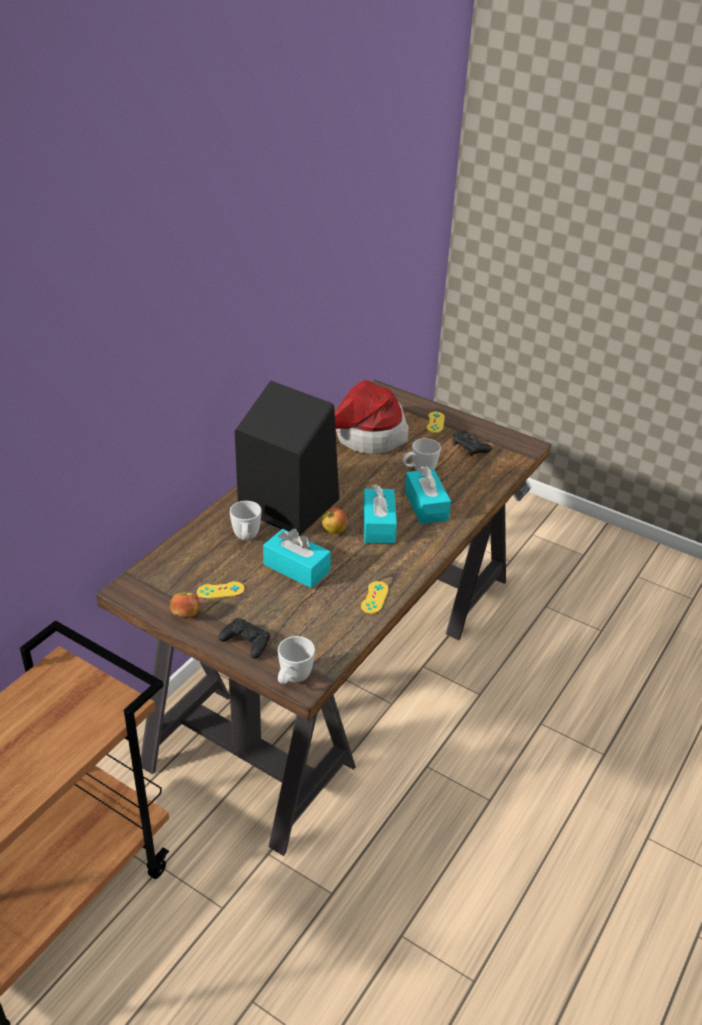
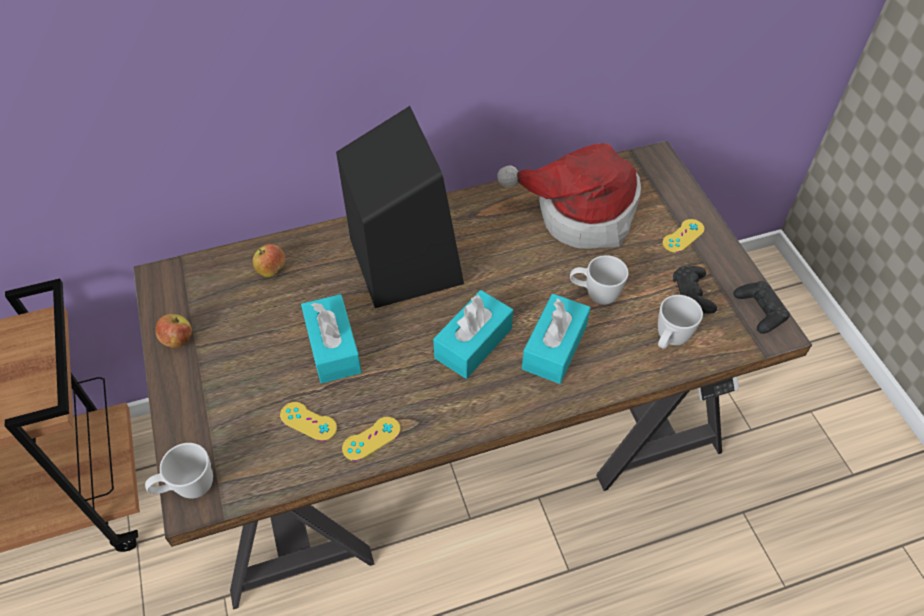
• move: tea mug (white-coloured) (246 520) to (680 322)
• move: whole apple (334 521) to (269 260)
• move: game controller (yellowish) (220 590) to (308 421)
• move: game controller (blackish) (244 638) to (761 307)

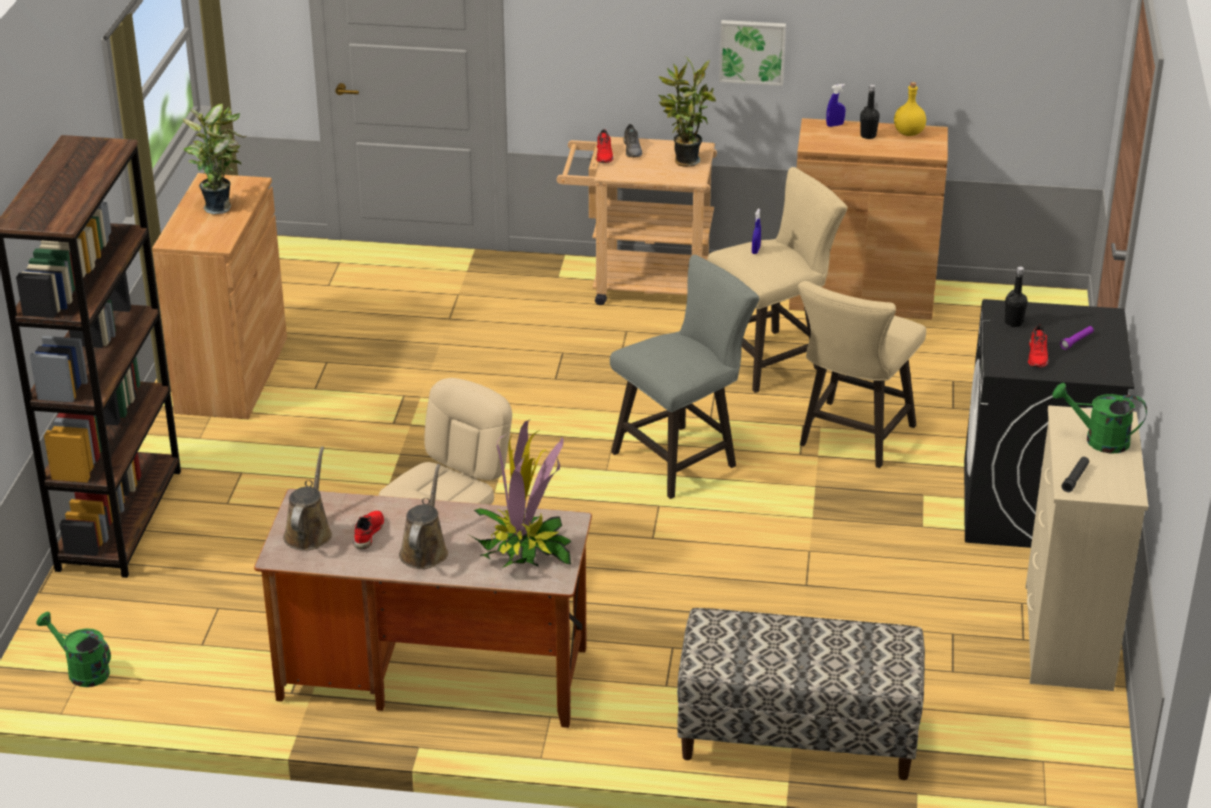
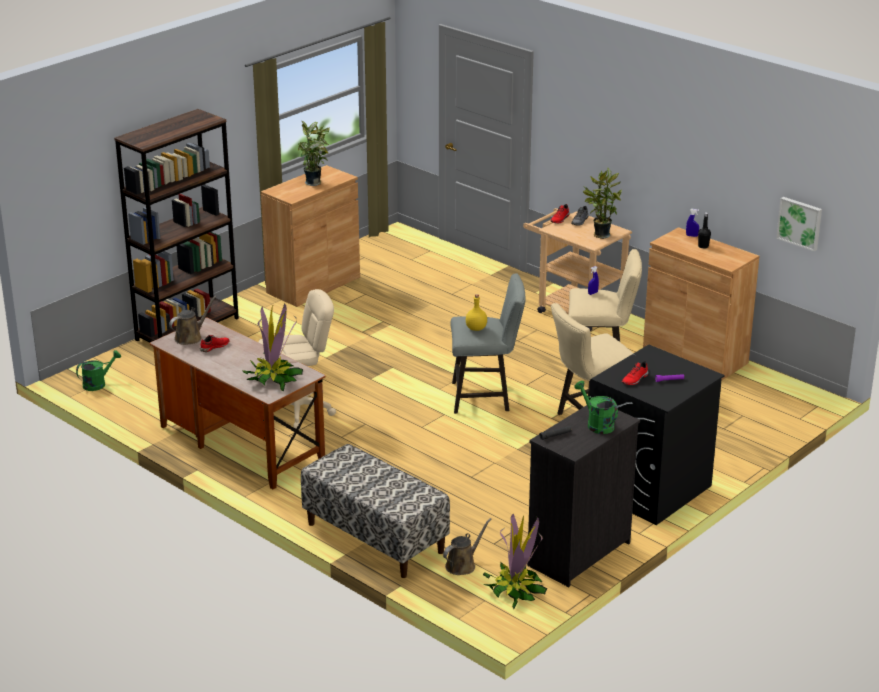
• move: wall picture (752 53) to (799 224)
• move: drink bottle (yellowish) (910 109) to (476 312)
• delete: drink bottle (blackish) (1016 297)
• recolor: chest of drawers (sand-coloured) (1087 548) to chest of drawers (blackish) (583 496)
• move: watering pot (brownish) (423 516) to (467 546)
• rotate: watering pot (green-coloured) (73 649) = (98 370) 75 degrees clockwise
• insert: plant in a pot (515 561)

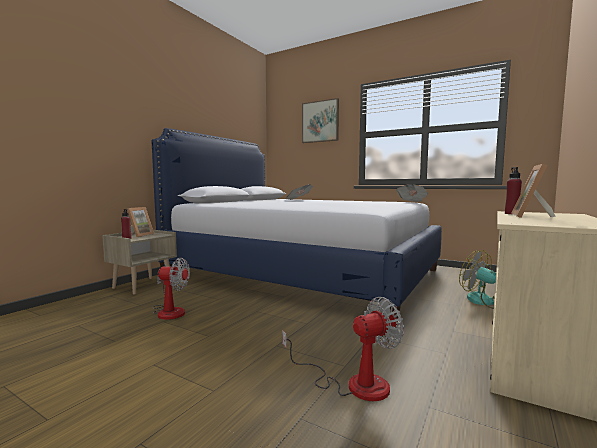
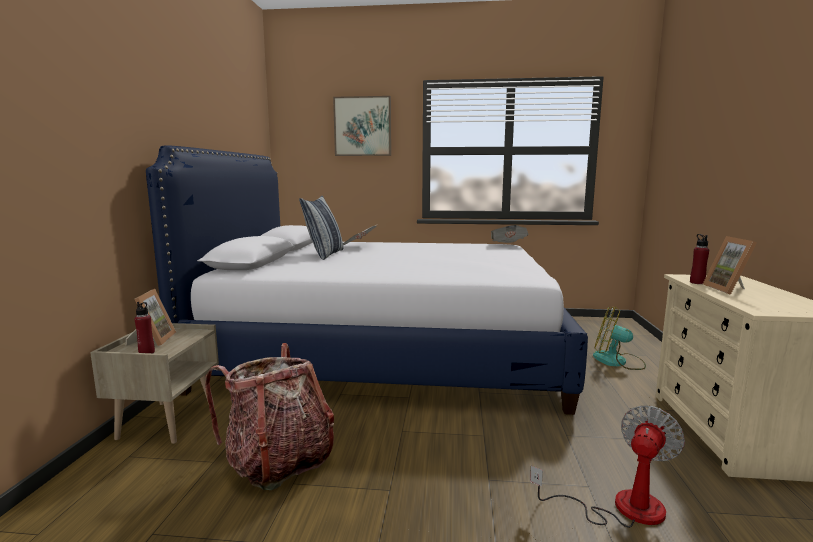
• replace: fan (171 289) to rucksack (269 416)
• insert: cushion (321 228)

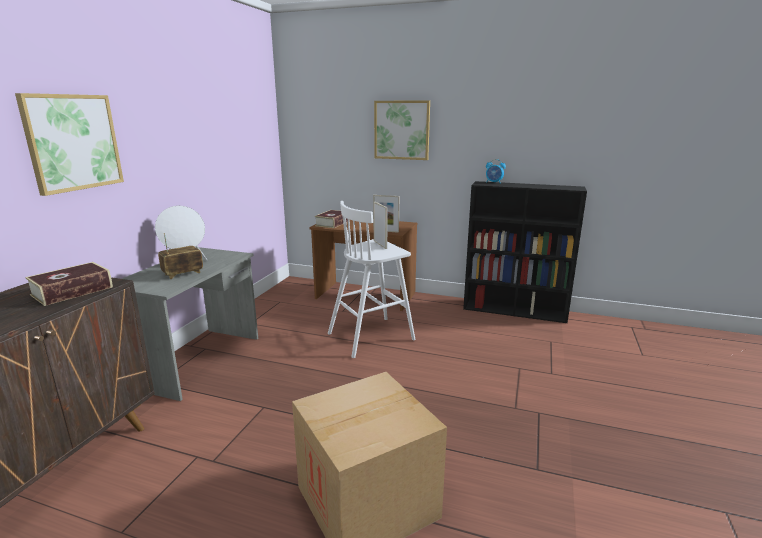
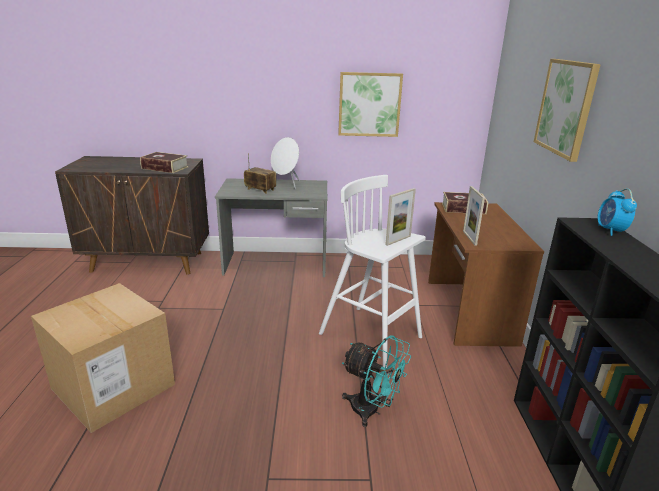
• move: wall picture (69 144) to (370 104)
• insert: fan (turquoise-coloured) (376 381)

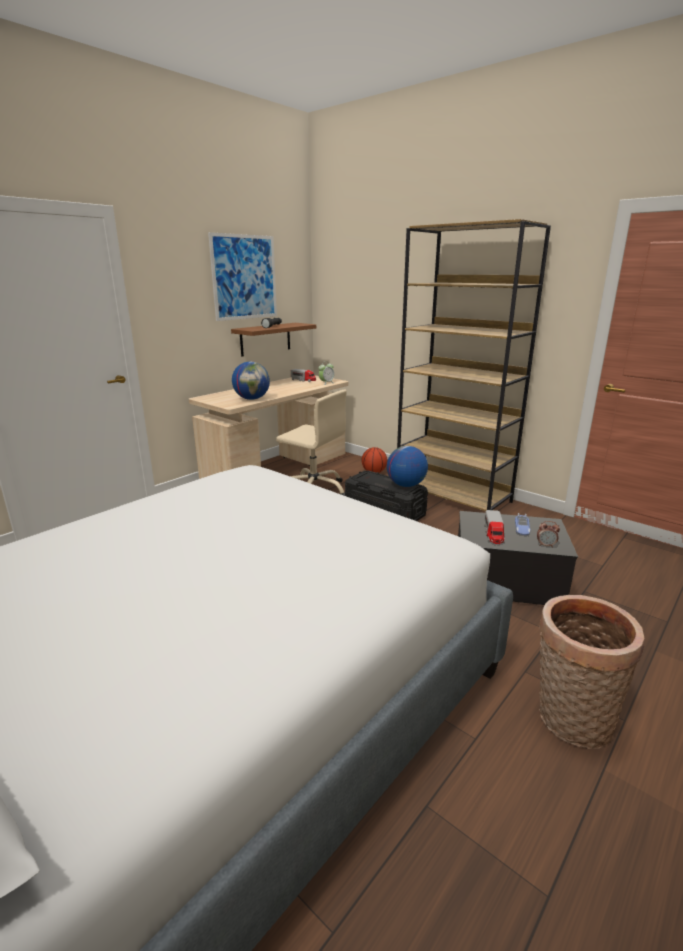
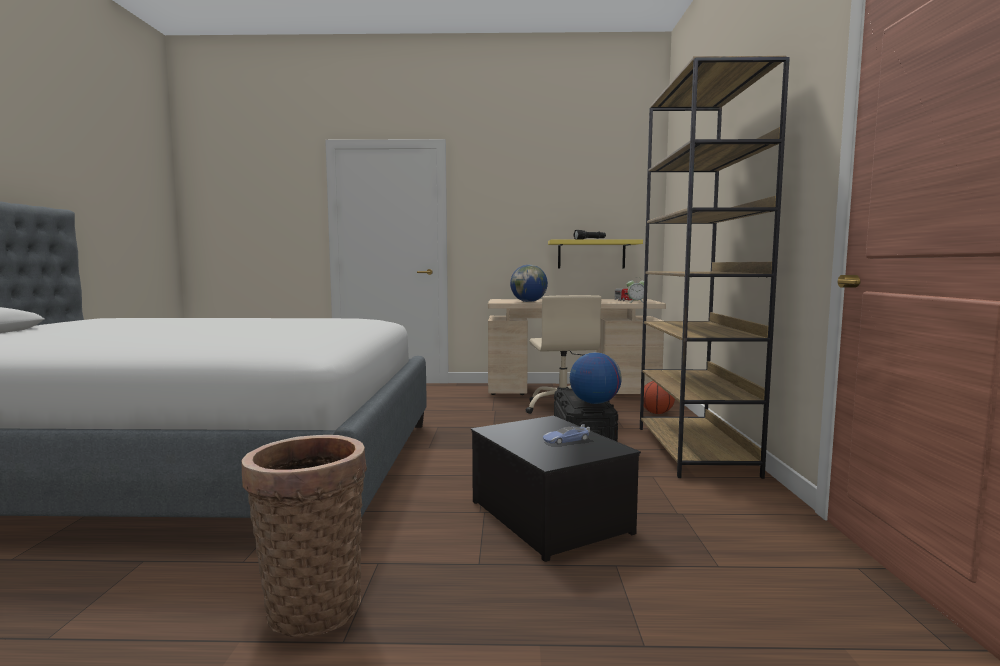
• delete: wall picture (242 276)
• recolor: bracket shelf (brownish) (273 339) to bracket shelf (yellowish) (595 254)
• delete: model truck (494 527)
• delete: table clock (548 534)

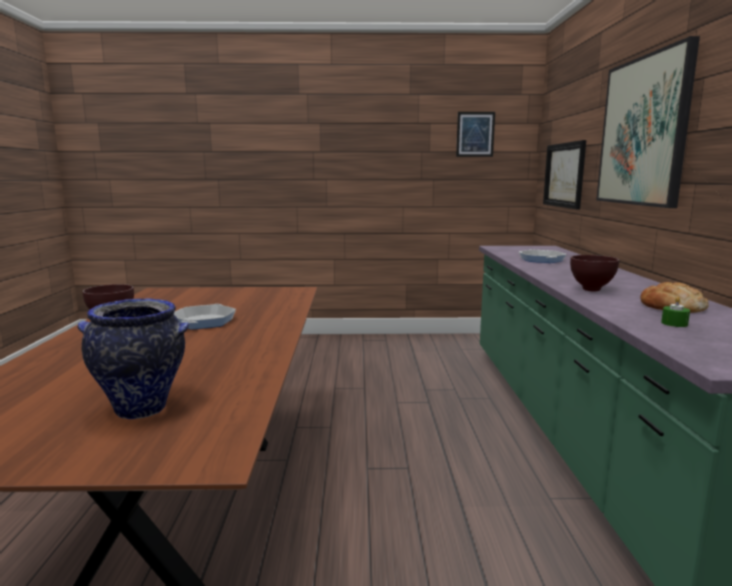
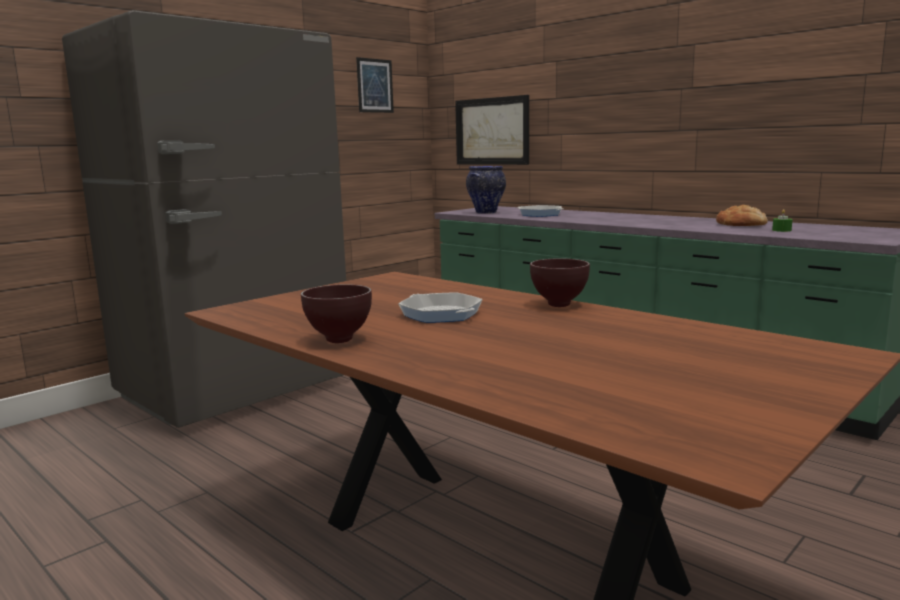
• delete: wall picture (648 122)
• move: serving bowl (brownish) (594 273) to (560 282)
• move: decorative vase (133 358) to (486 190)
• insert: refrigerator (gray) (204 219)

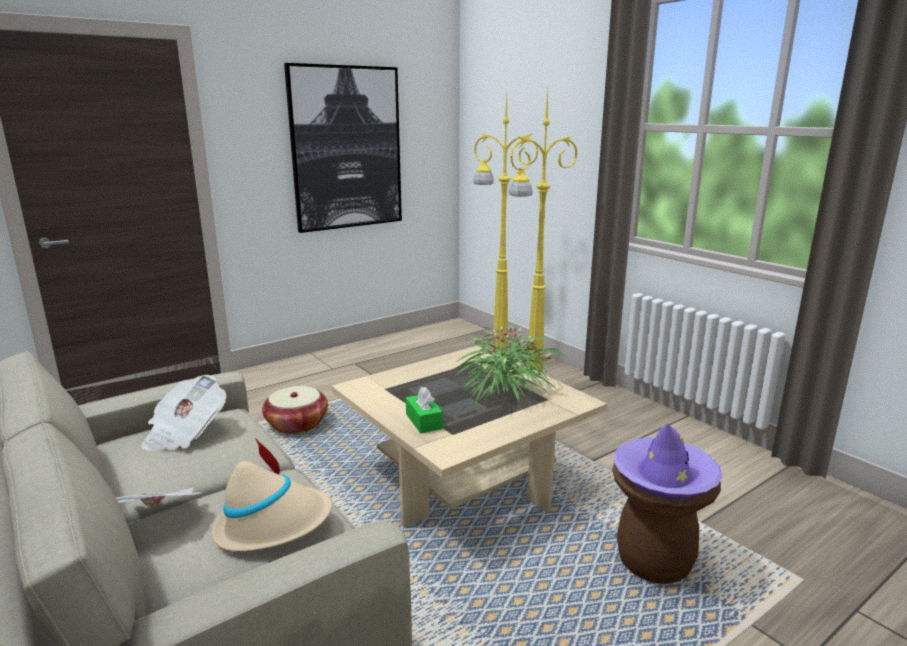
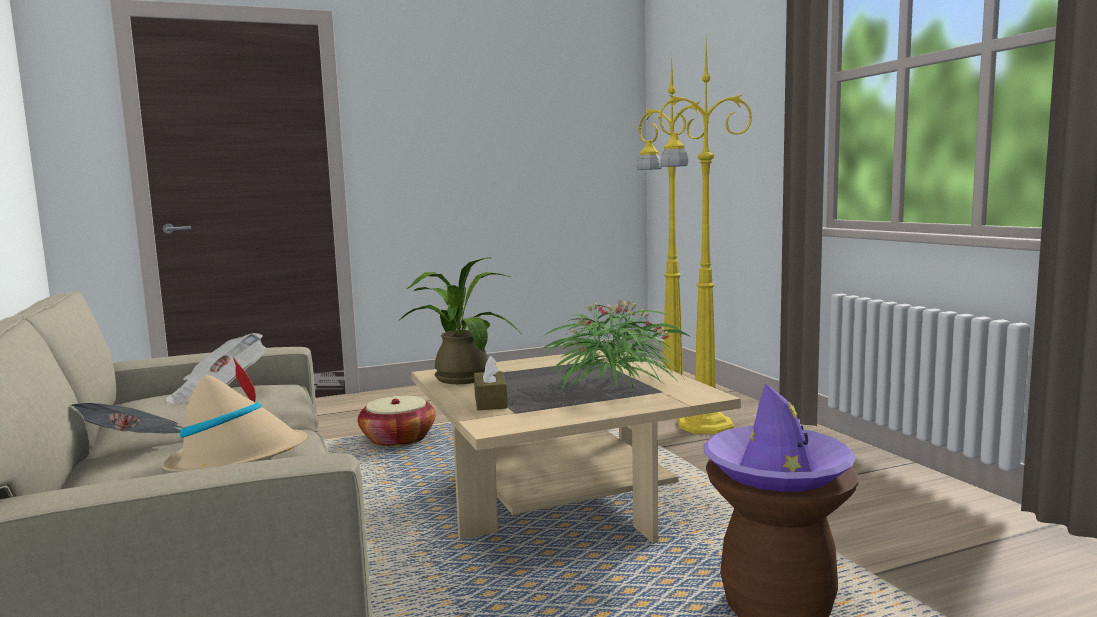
• delete: wall picture (343 148)
• recolor: tissue holder (green-coloured) (424 410) to tissue holder (brownish) (490 383)
• insert: plant in a pot (460 320)

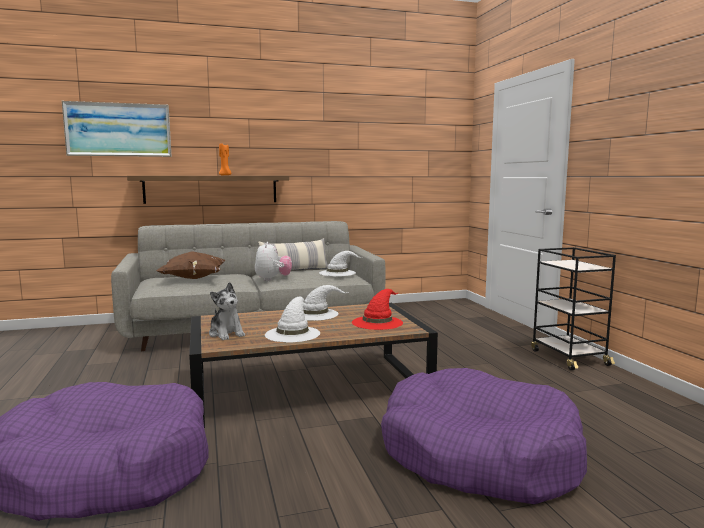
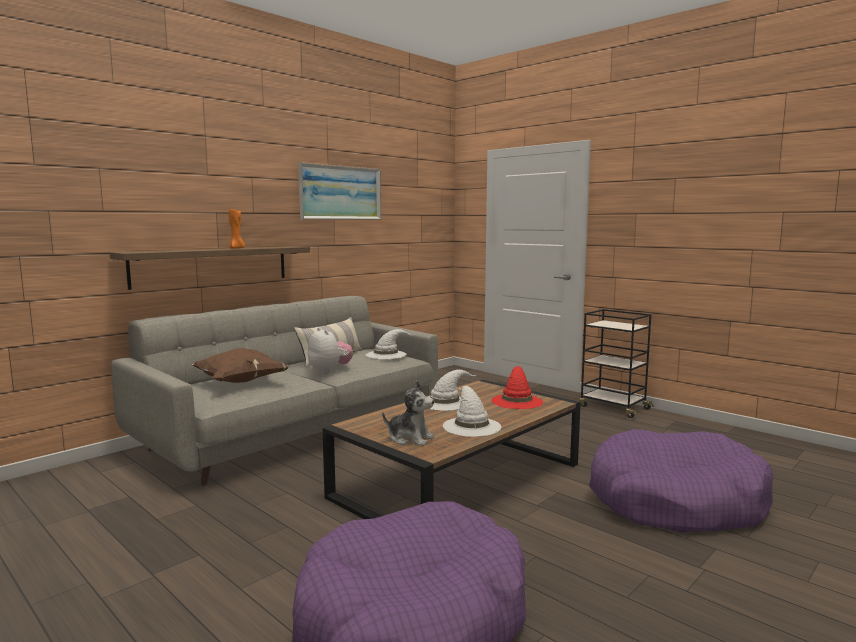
• move: wall picture (117 129) to (339 191)

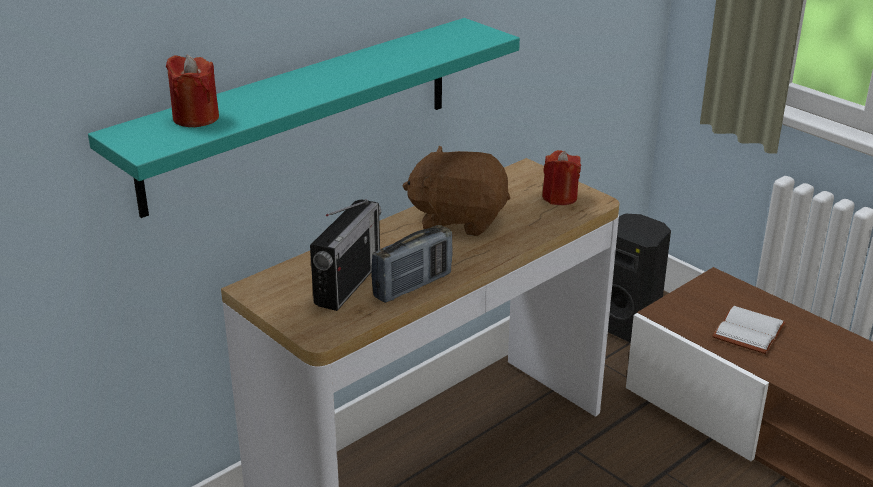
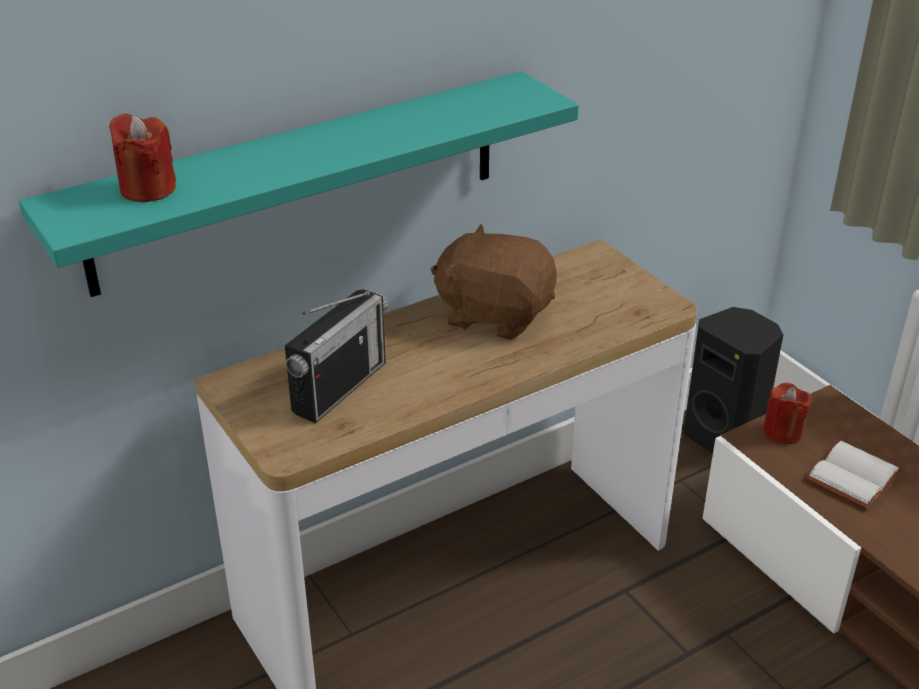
• move: wax light (red) (561 177) to (787 413)
• delete: radio receiver (412 264)

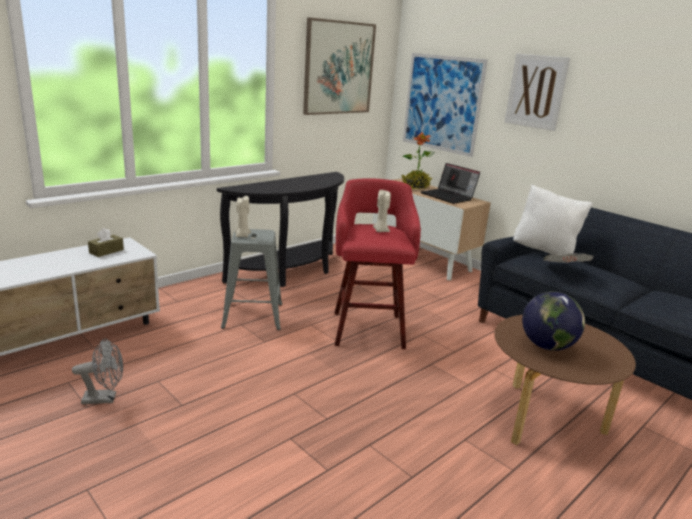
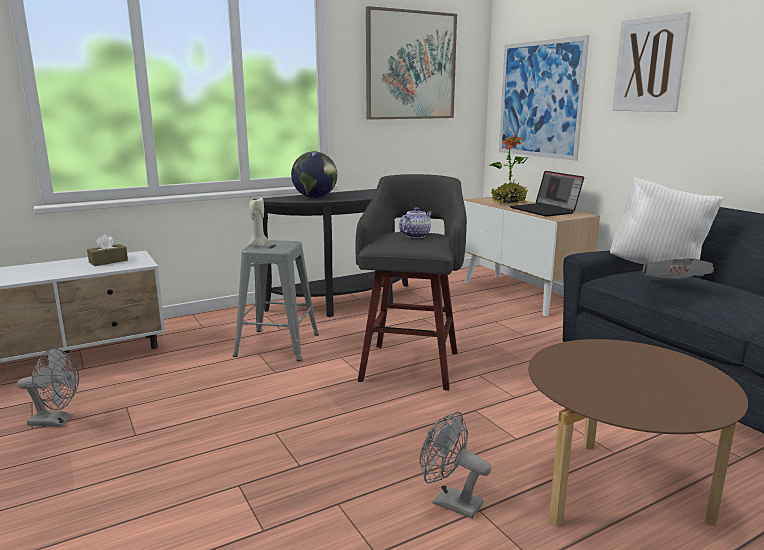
• recolor: stool (red) (378 263) to stool (gray) (411 282)
• replace: wax light (sand-coloured) (382 211) to pot for tea (415 222)
• move: globe (553 321) to (314 174)
• insert: fan (gray) (455 465)

